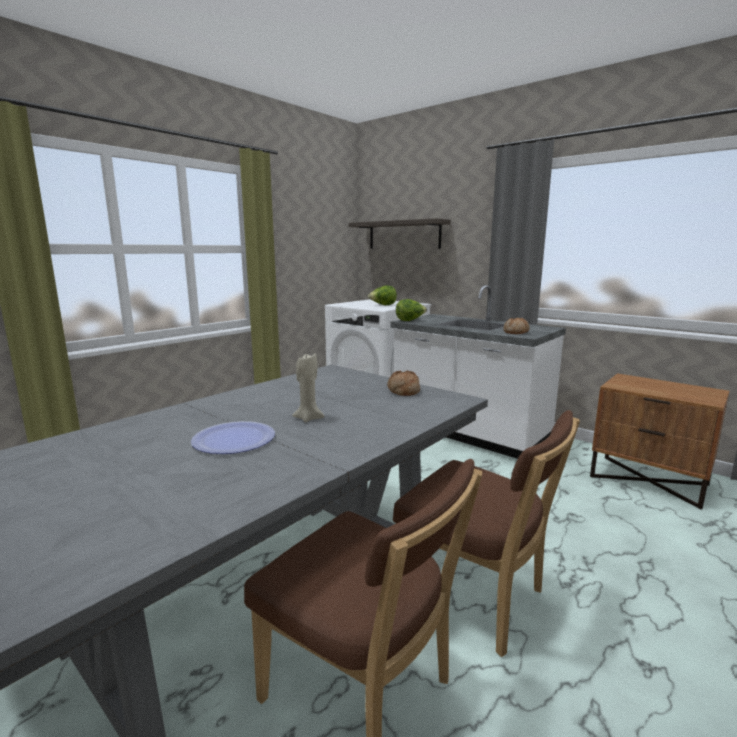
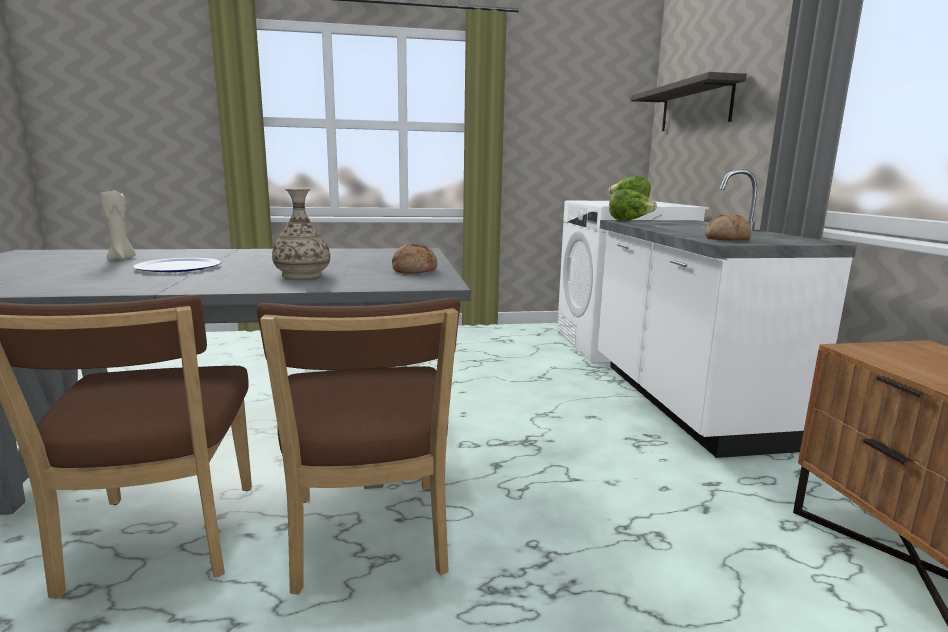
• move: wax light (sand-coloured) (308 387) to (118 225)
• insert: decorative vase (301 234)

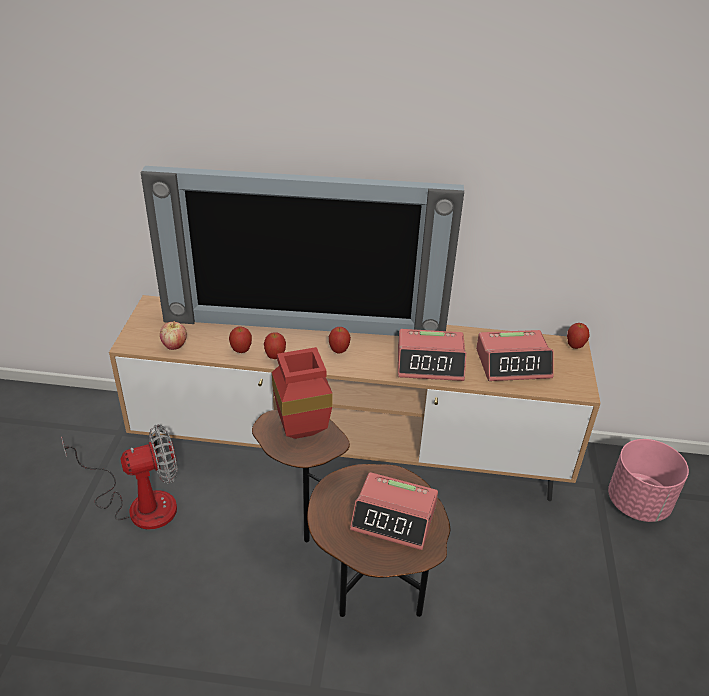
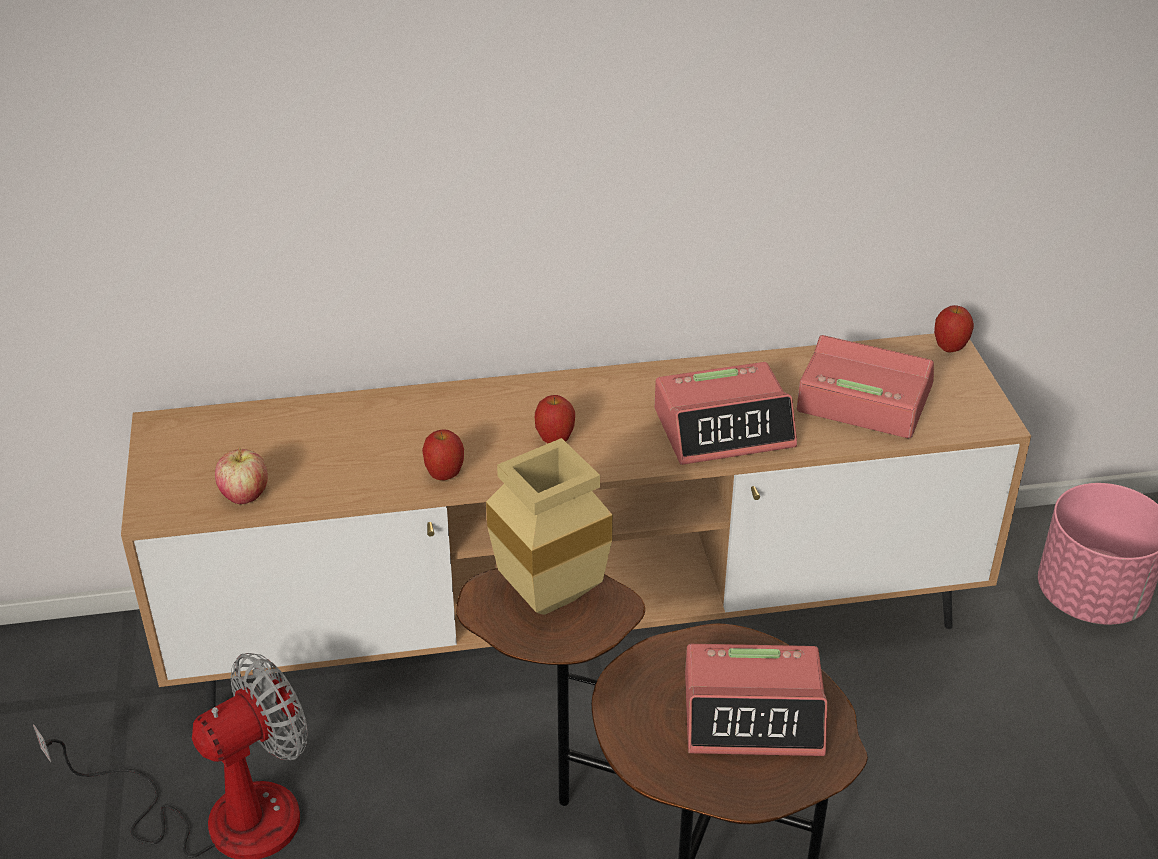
• delete: television (302 251)
• delete: whole apple (240 339)
• rotate: table clock (514 355) = (865 386) 135 degrees counterclockwise
• recolor: decorative vase (red) (302 393) to decorative vase (sand-coloured) (549 526)

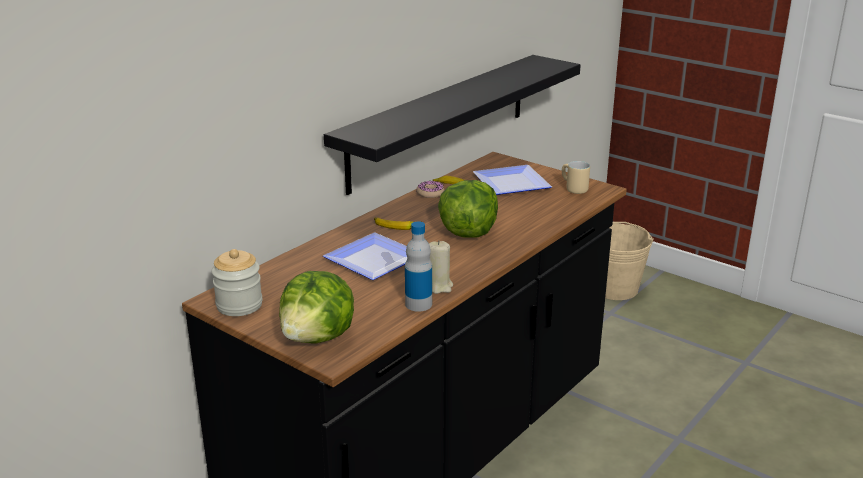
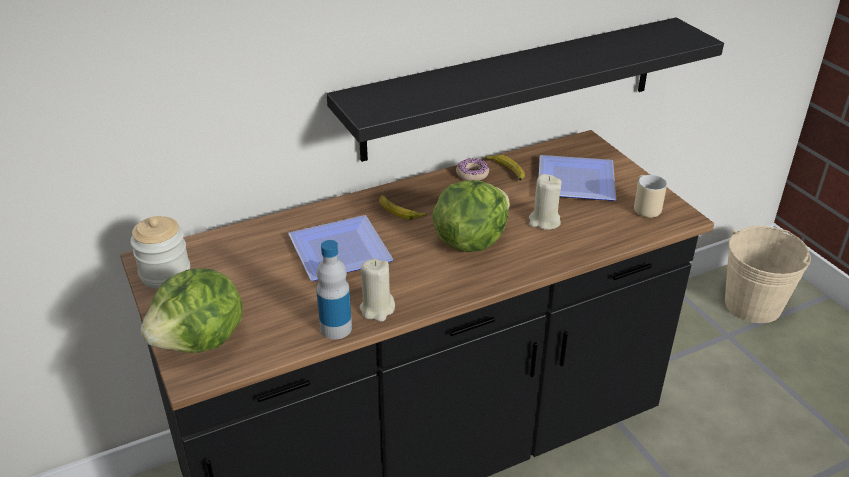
• insert: wax light (sand-coloured) (545 202)

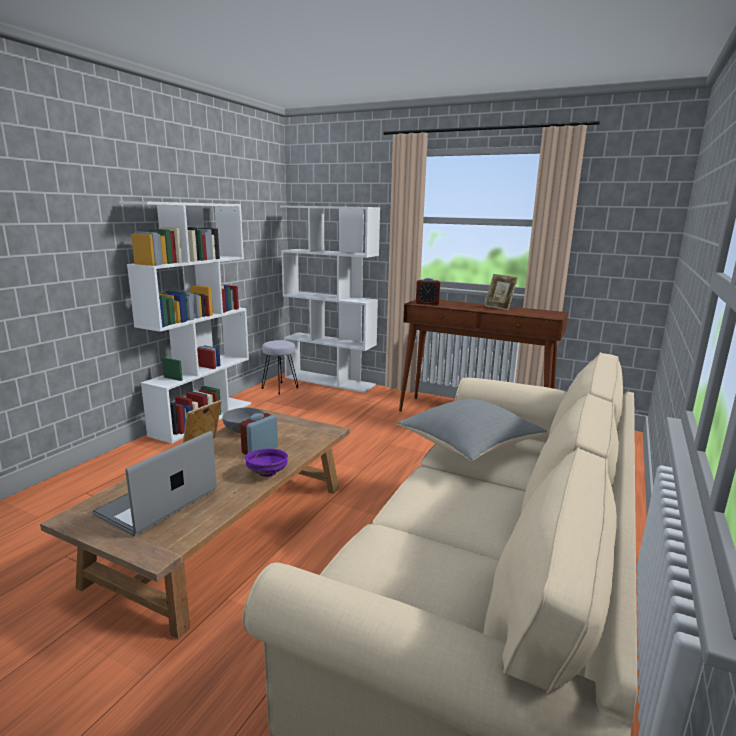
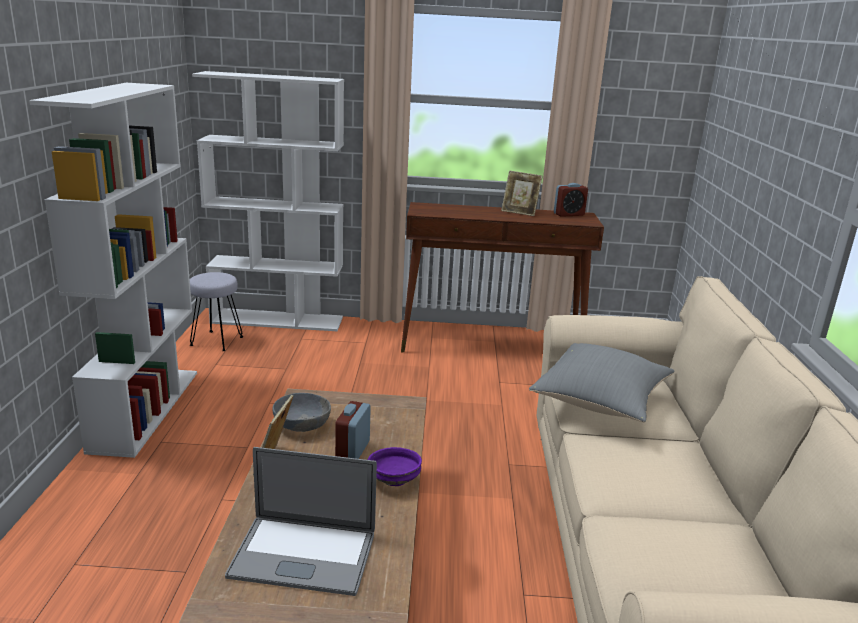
• move: table clock (428 291) to (571 200)
• rotate: laptop (154 483) = (301 521) 90 degrees counterclockwise

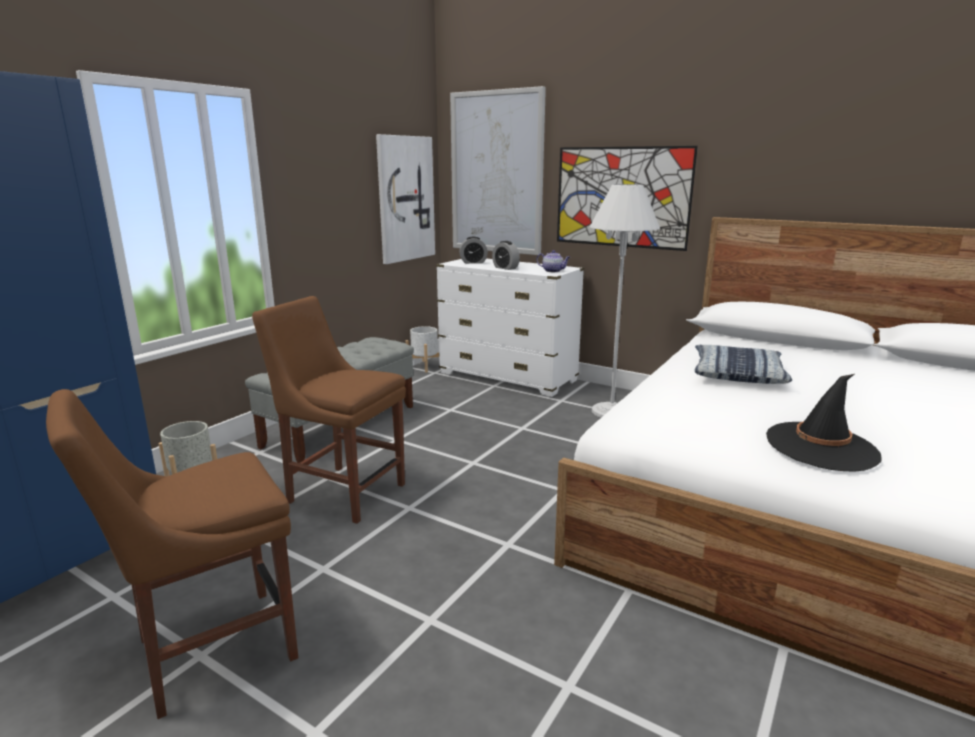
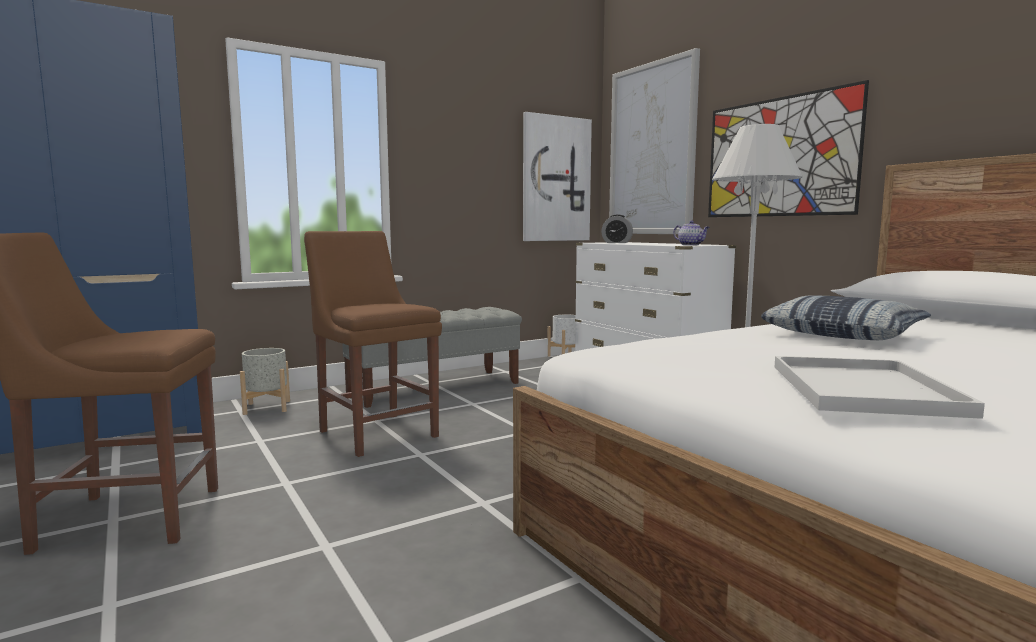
• delete: table clock (506 255)
• replace: hat (blackish) (824 422) to serving tray (white-coloured) (880 387)

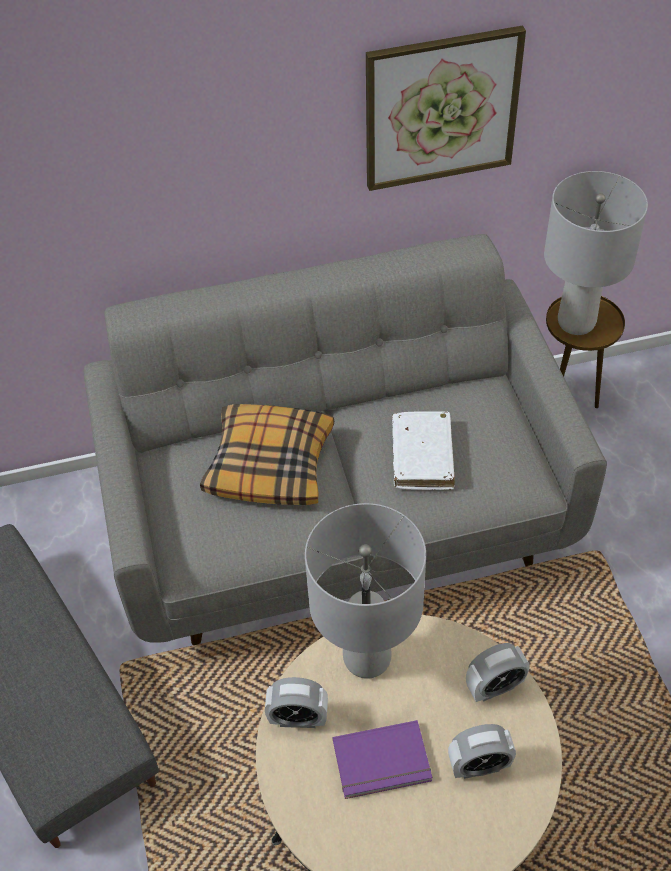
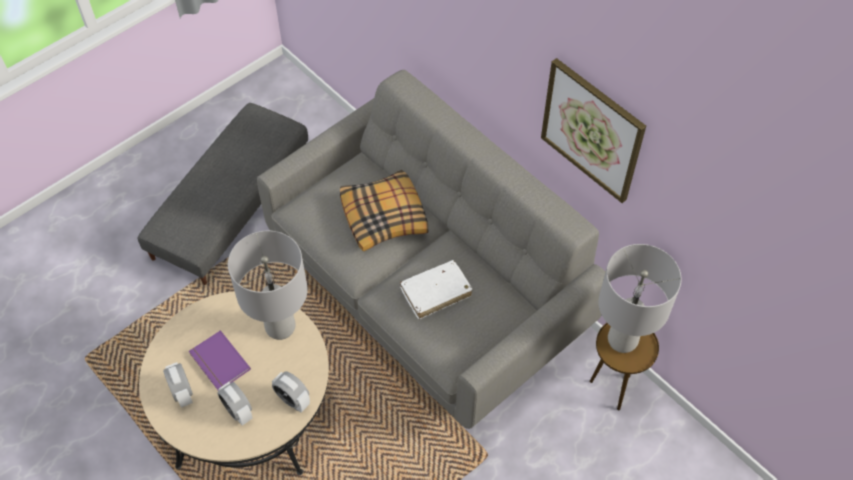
• move: table clock (296 702) to (178 385)

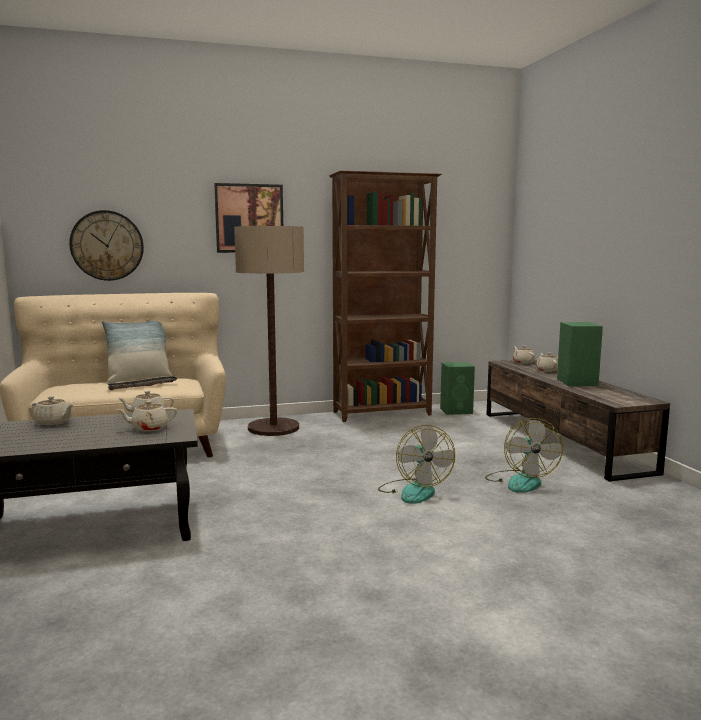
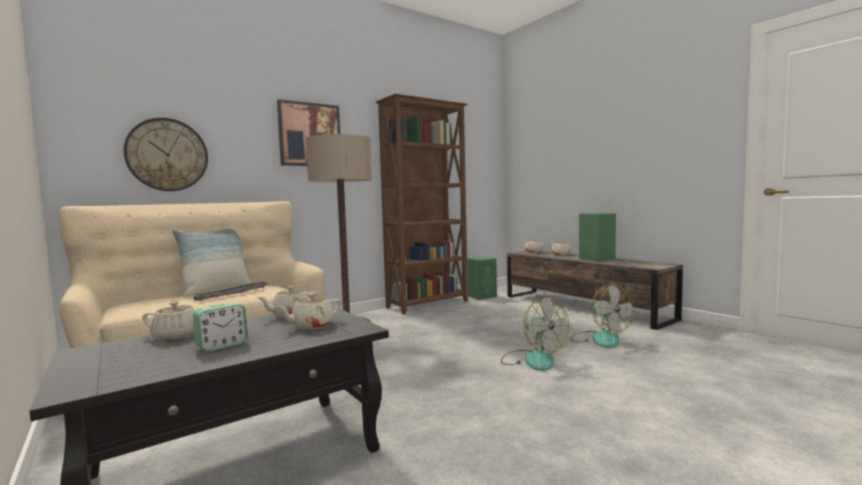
• insert: table clock (220 326)

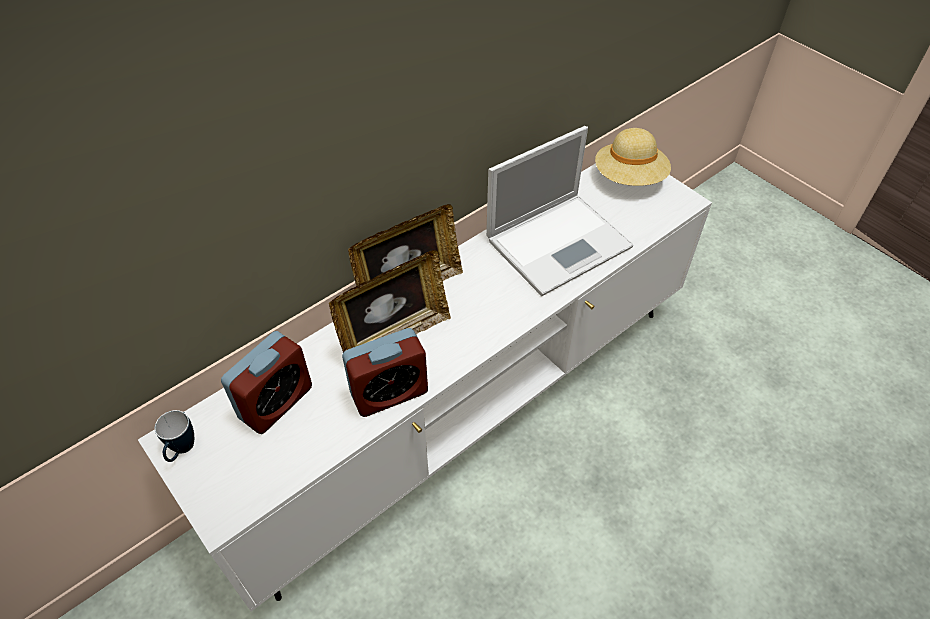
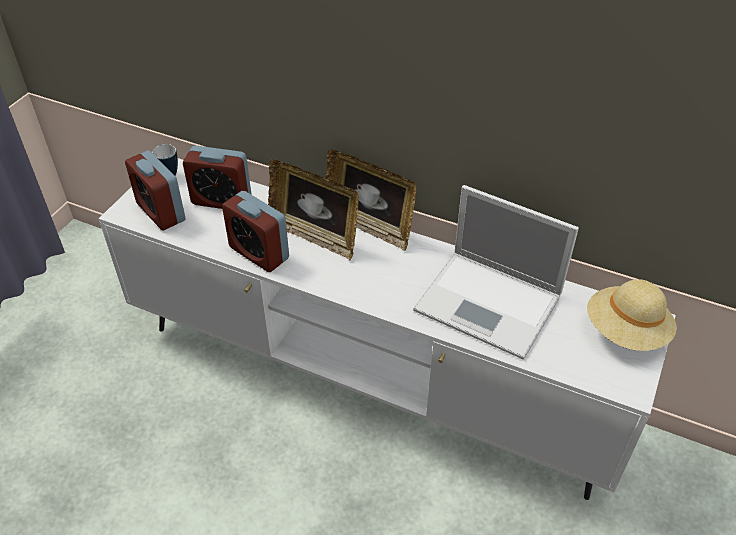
• insert: table clock (155 191)

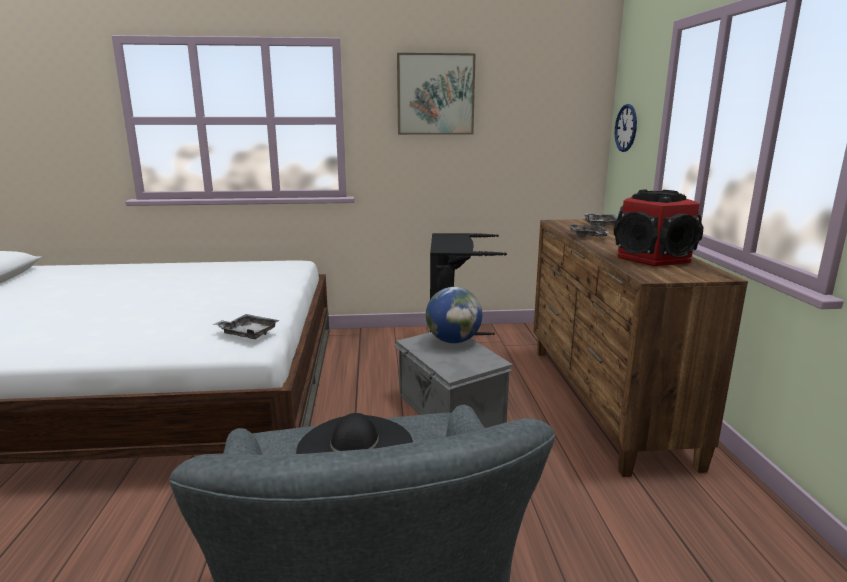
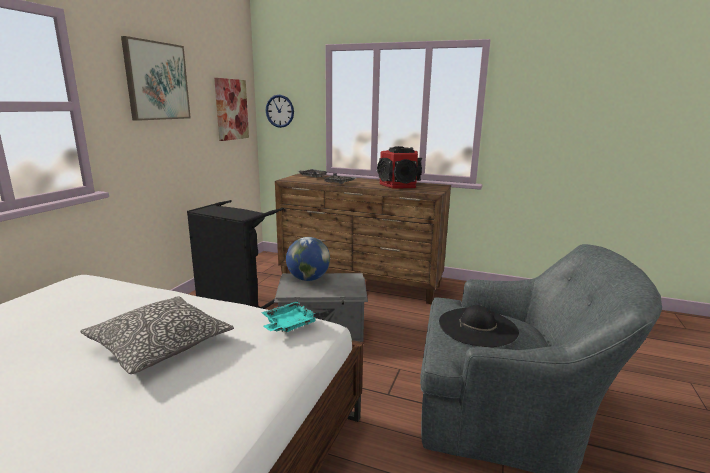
• recolor: serving tray (gray) (246 326) to serving tray (turquoise-coloured) (290 316)
• insert: wall picture (231 109)
• insert: cushion (157 335)

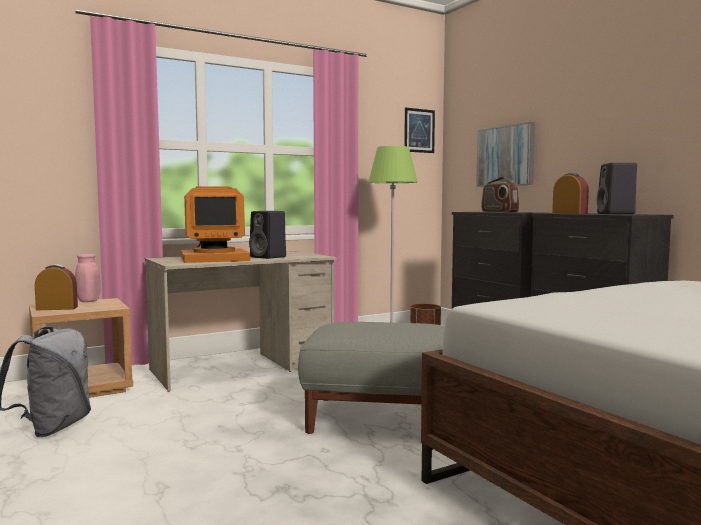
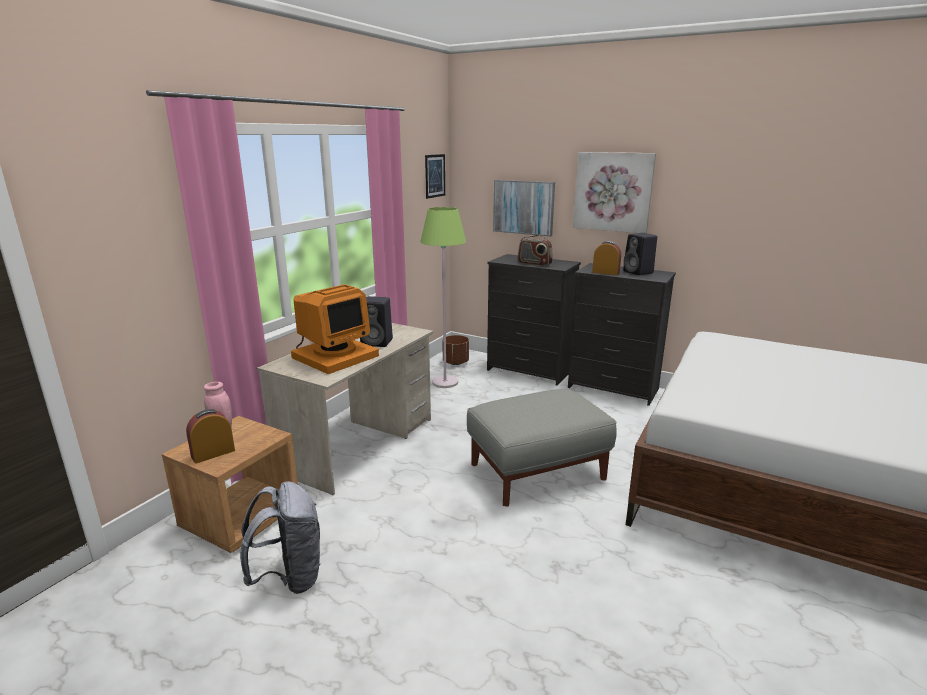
• insert: wall picture (614 192)

